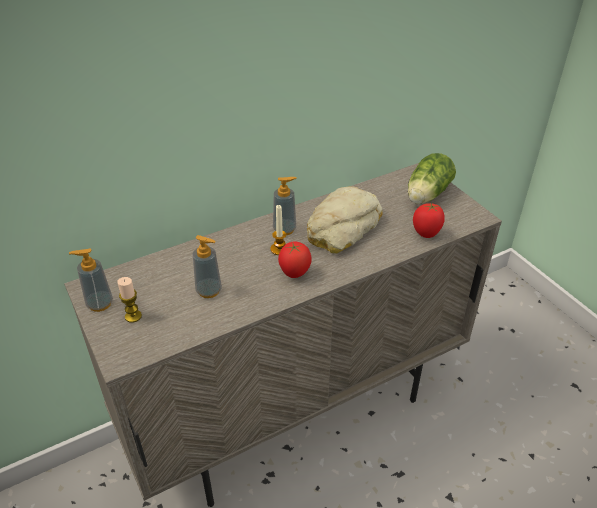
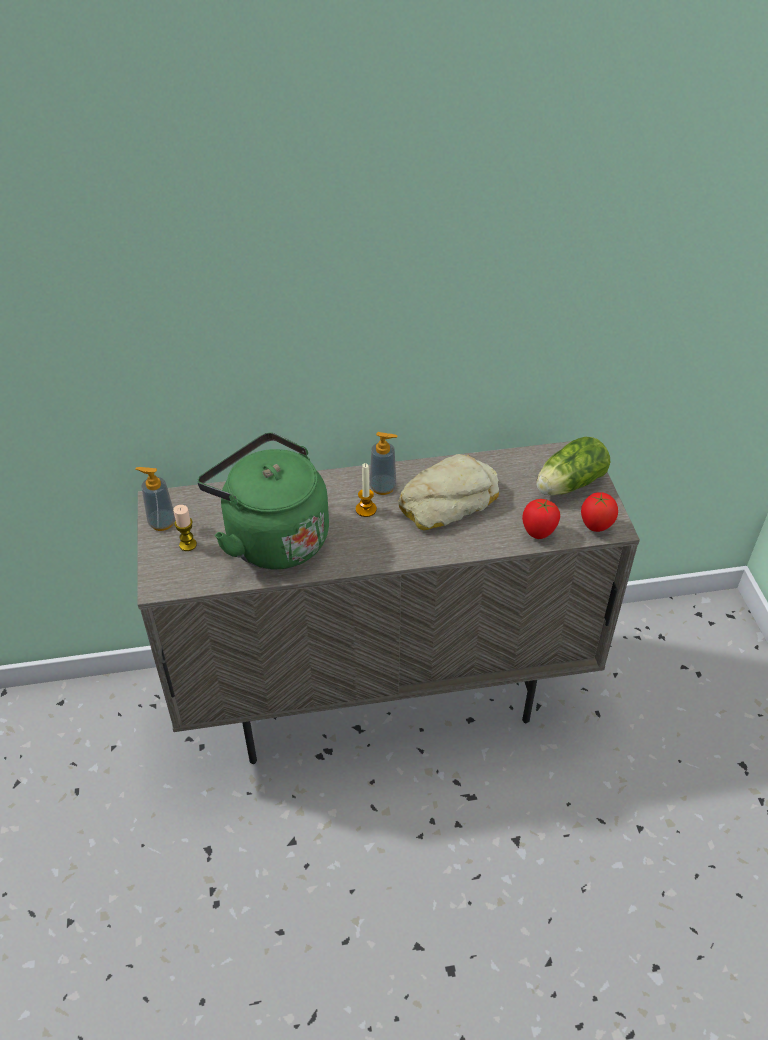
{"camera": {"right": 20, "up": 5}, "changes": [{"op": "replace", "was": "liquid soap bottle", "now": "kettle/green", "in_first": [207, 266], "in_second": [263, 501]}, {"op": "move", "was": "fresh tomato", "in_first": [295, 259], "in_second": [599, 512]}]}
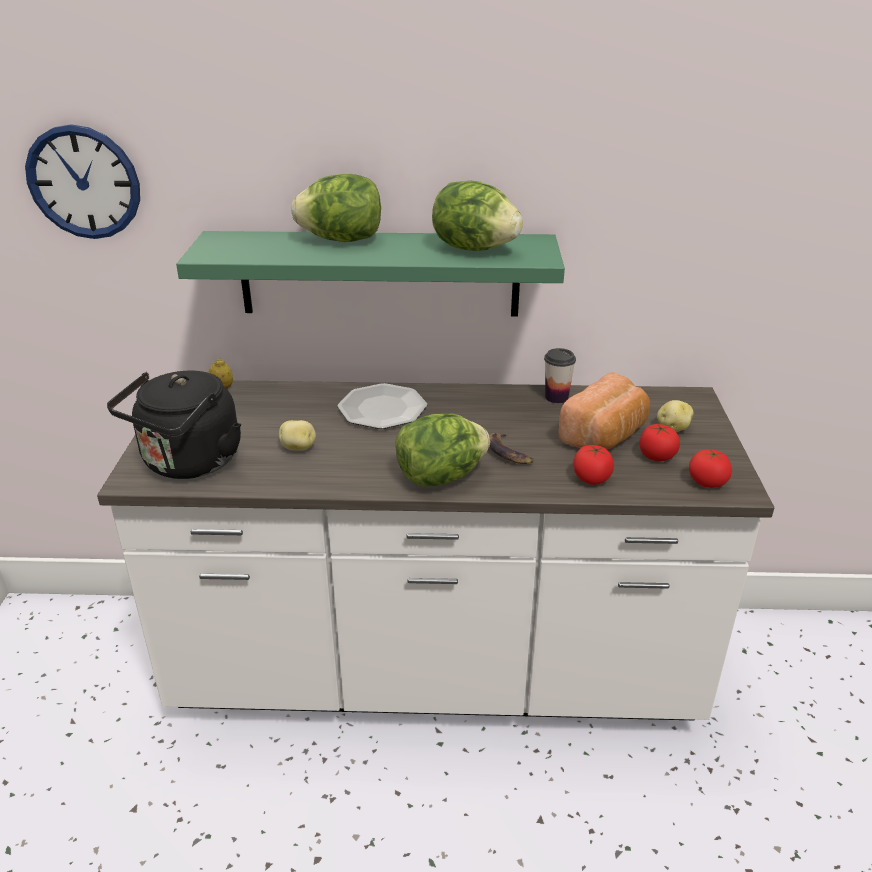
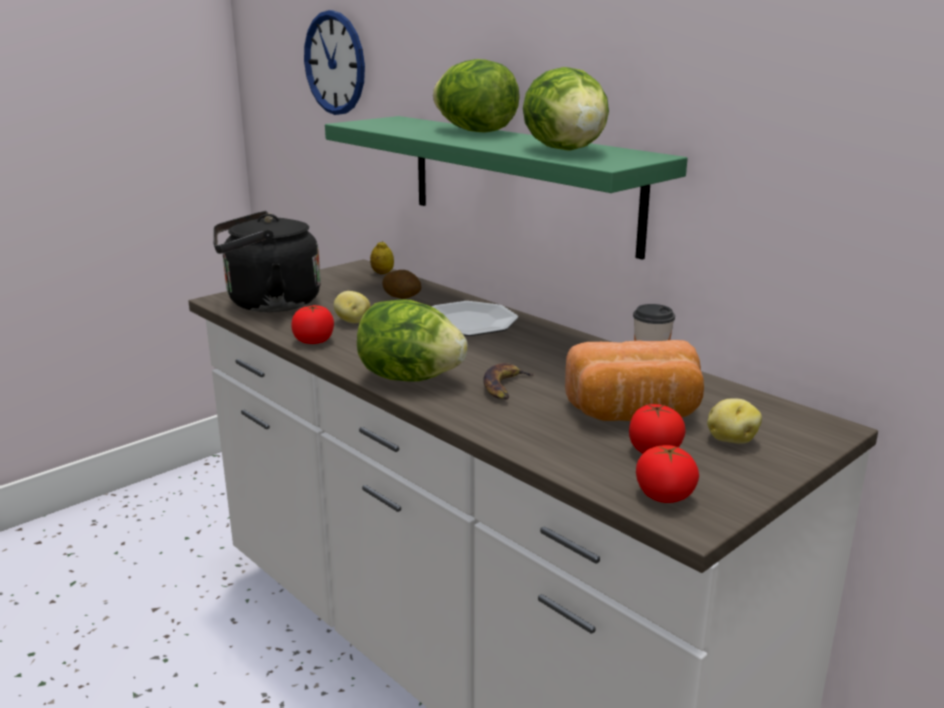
{"camera": {"right": 45, "up": -10}, "changes": [{"op": "move", "was": "fresh tomato", "in_first": [593, 465], "in_second": [312, 324]}, {"op": "insert", "now": "spud", "in_second": [401, 284]}]}
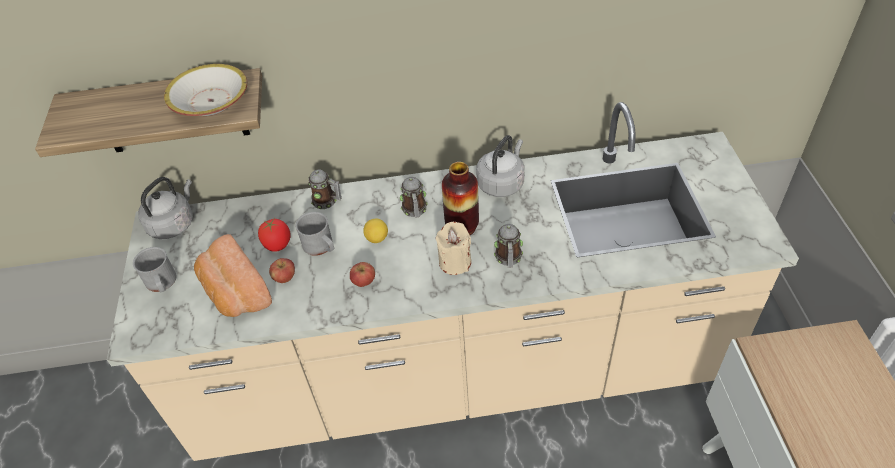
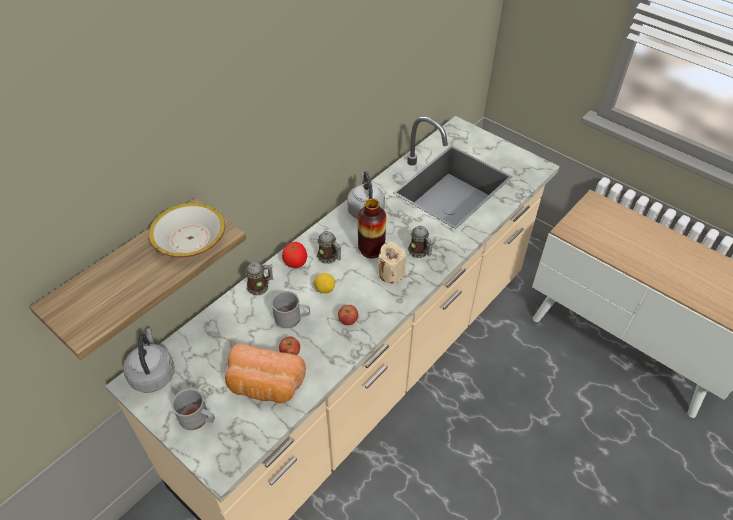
{"camera": {"right": -45, "up": 0}, "changes": [{"op": "move", "was": "fresh tomato", "in_first": [274, 235], "in_second": [294, 255]}]}
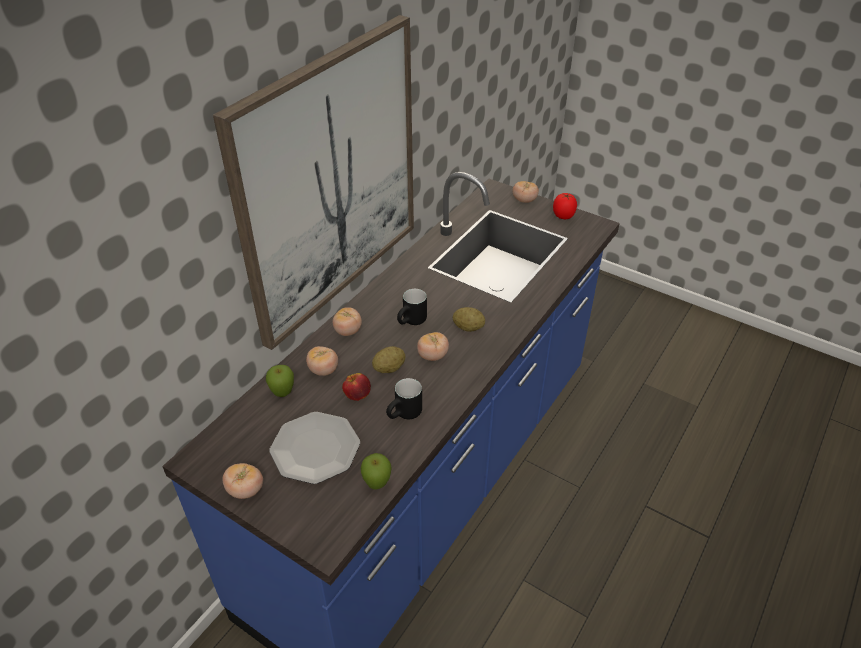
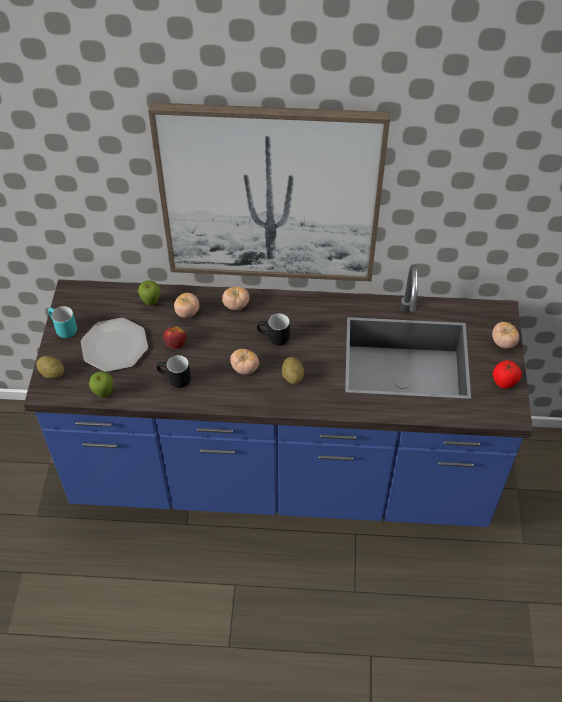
{"camera": {"right": 60, "up": 10}, "changes": [{"op": "move", "was": "spud", "in_first": [389, 359], "in_second": [50, 367]}, {"op": "replace", "was": "fresh tomato", "now": "coffee mug/turquoise-coloured", "in_first": [242, 481], "in_second": [62, 322]}]}
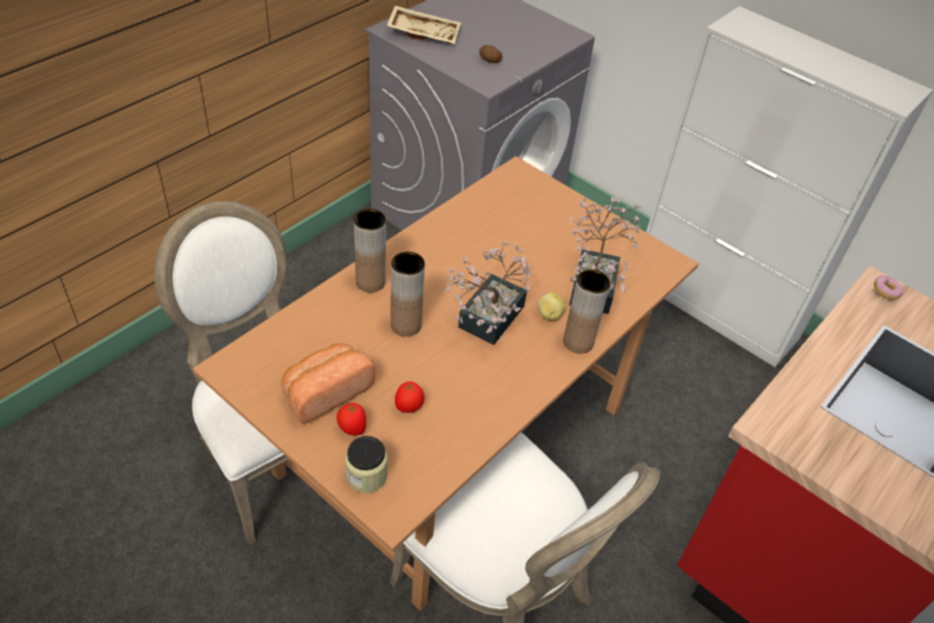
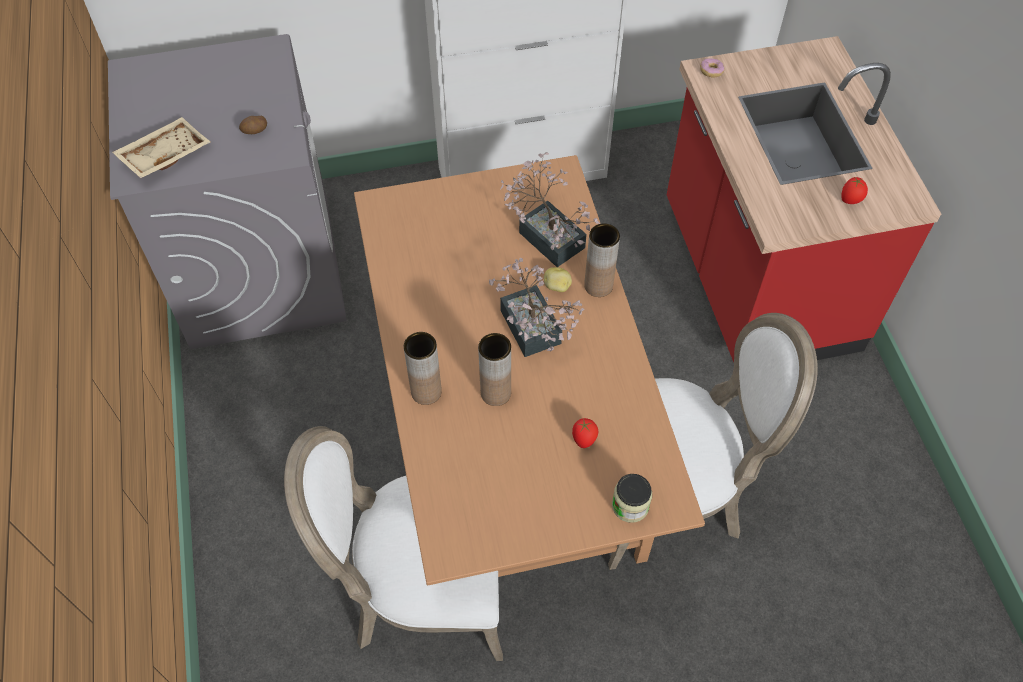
{"camera": {"right": -50, "up": 10}, "changes": [{"op": "move", "was": "fresh tomato", "in_first": [351, 419], "in_second": [854, 190]}, {"op": "delete", "was": "baked bread", "in_first": [328, 383]}]}
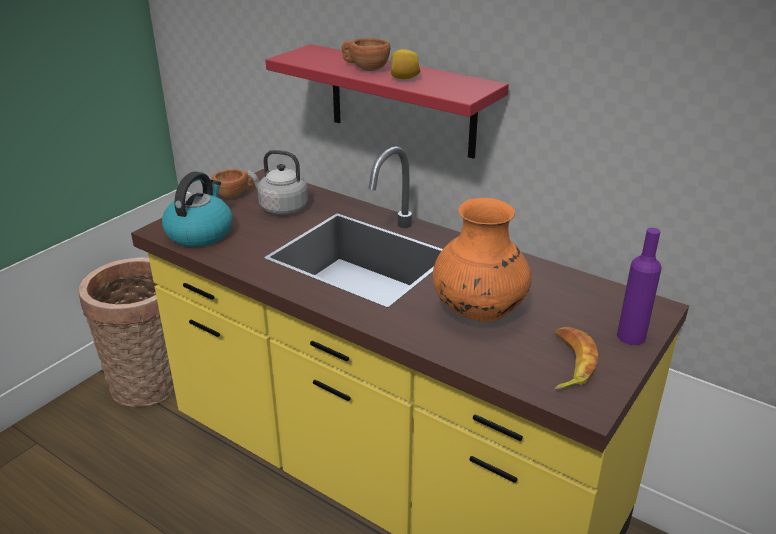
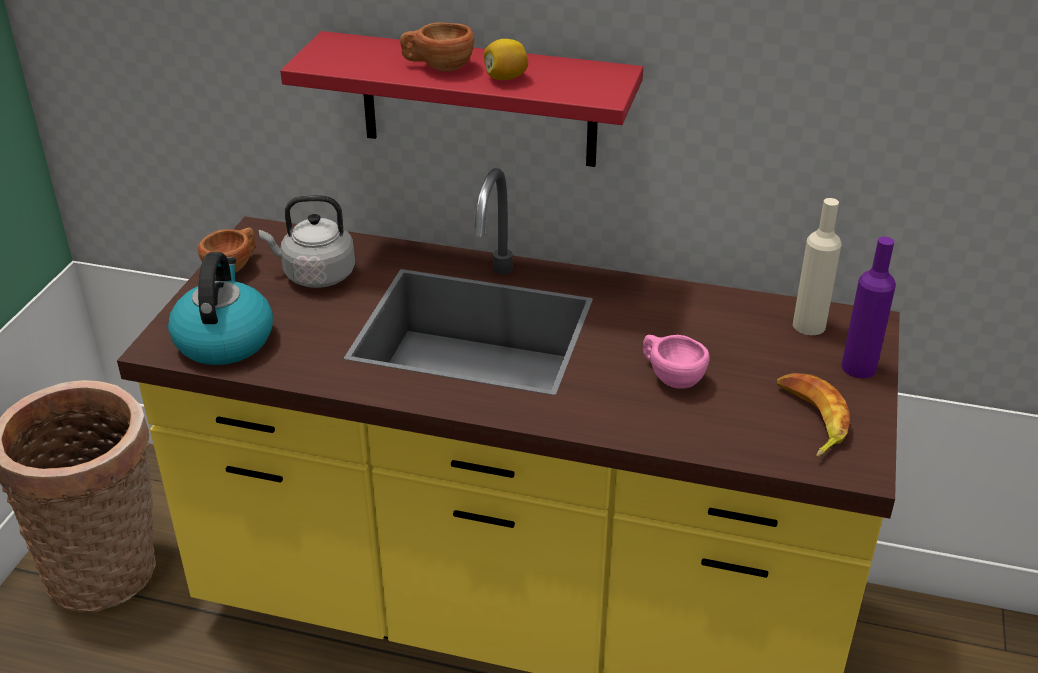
{"camera": {"right": -20, "up": 5}, "changes": [{"op": "replace", "was": "vase/orangey", "now": "cup/pinkish", "in_first": [482, 260], "in_second": [676, 362]}, {"op": "insert", "now": "beverage bottle/beige-coloured", "in_second": [817, 266]}]}
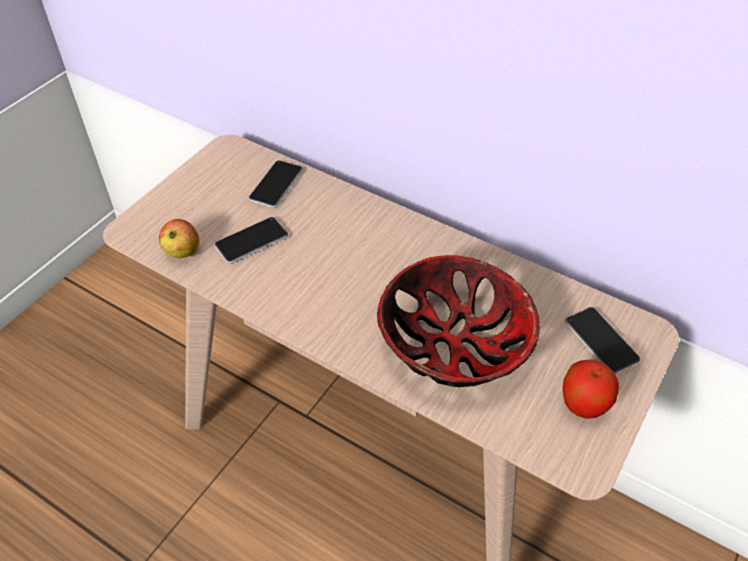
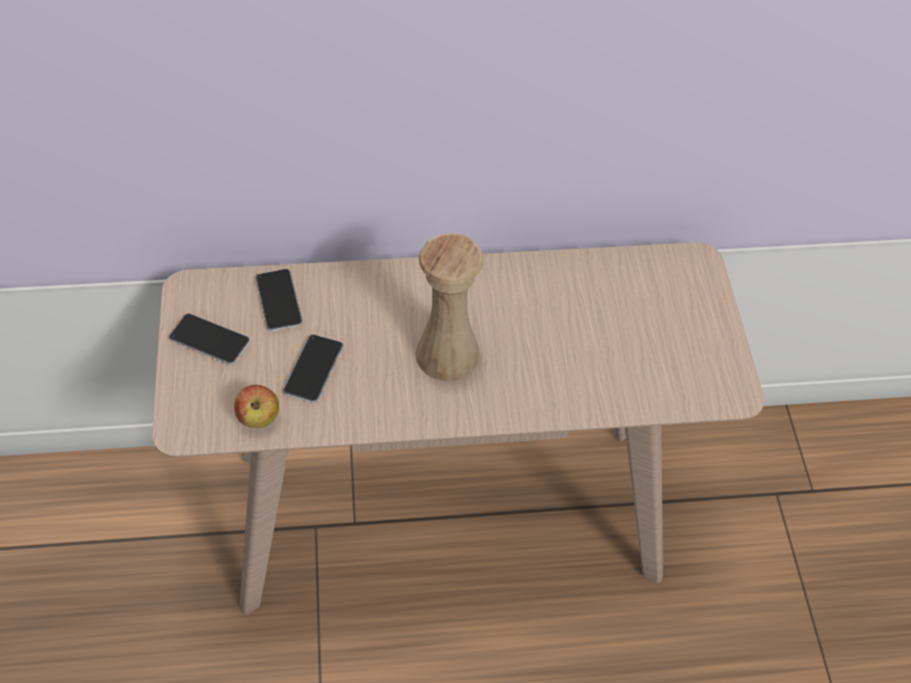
{"camera": {"right": -40, "up": 5}, "changes": [{"op": "move", "was": "phone", "in_first": [602, 340], "in_second": [209, 339]}, {"op": "insert", "now": "vase/beige-coloured", "in_second": [449, 307]}, {"op": "delete", "was": "bowl", "in_first": [458, 321]}, {"op": "delete", "was": "apple fruit", "in_first": [591, 389]}]}
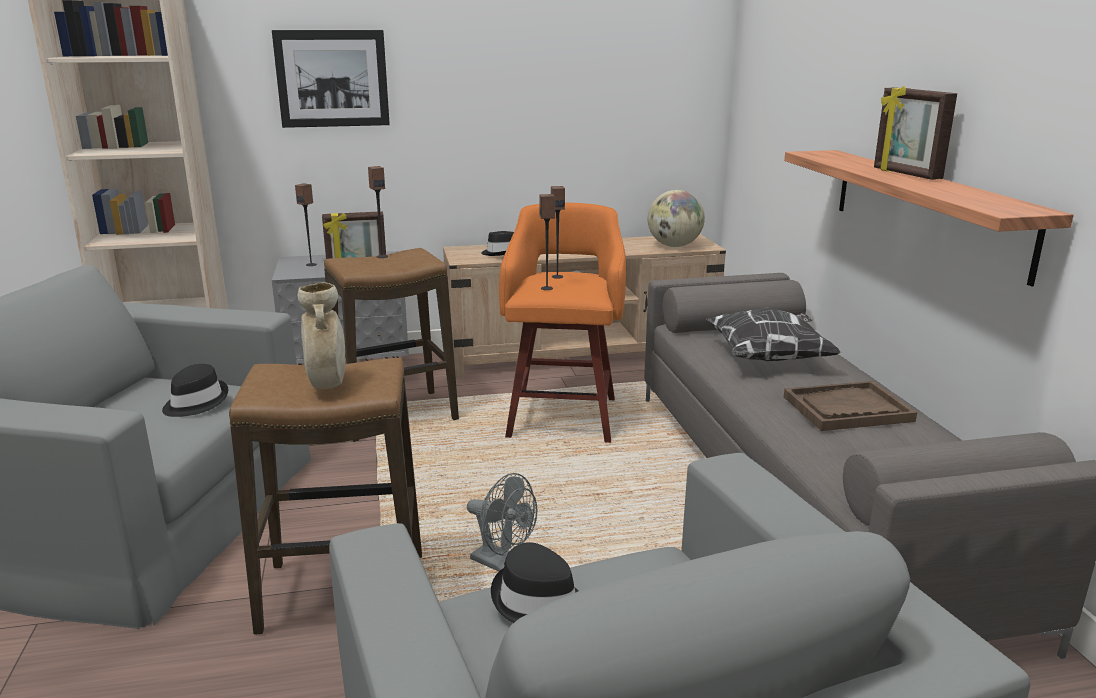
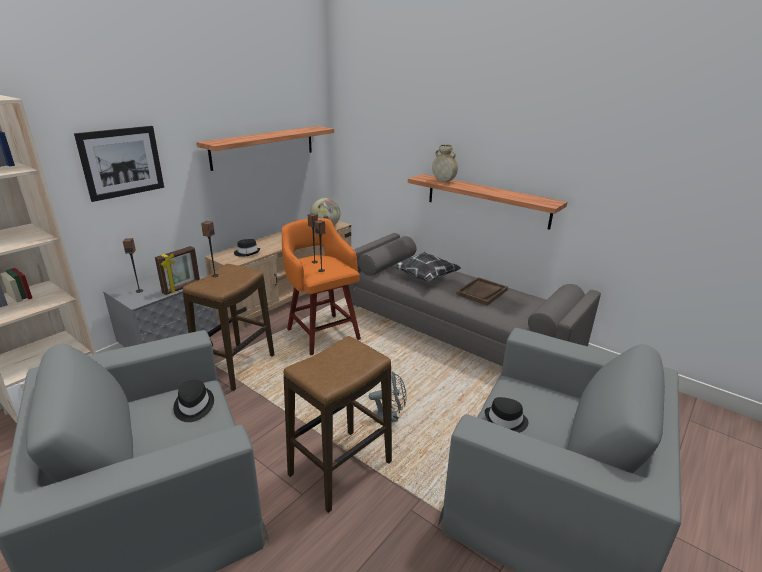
{"camera": {"right": -40, "up": 5}, "changes": [{"op": "insert", "now": "bracket shelf", "in_second": [265, 148]}, {"op": "move", "was": "vase/beige-coloured", "in_first": [321, 336], "in_second": [445, 163]}, {"op": "delete", "was": "picture frame", "in_first": [915, 133]}]}
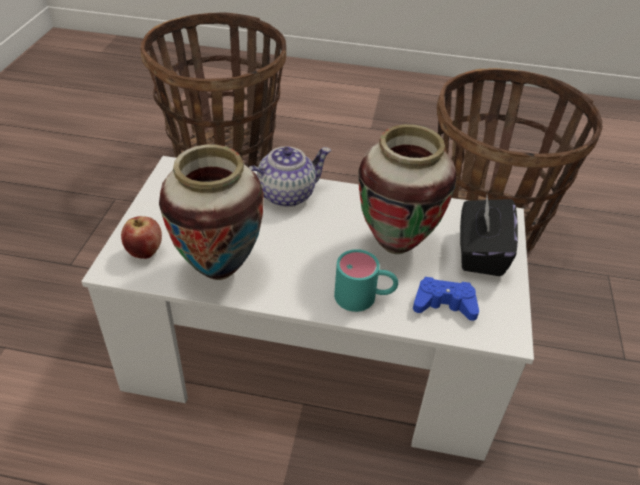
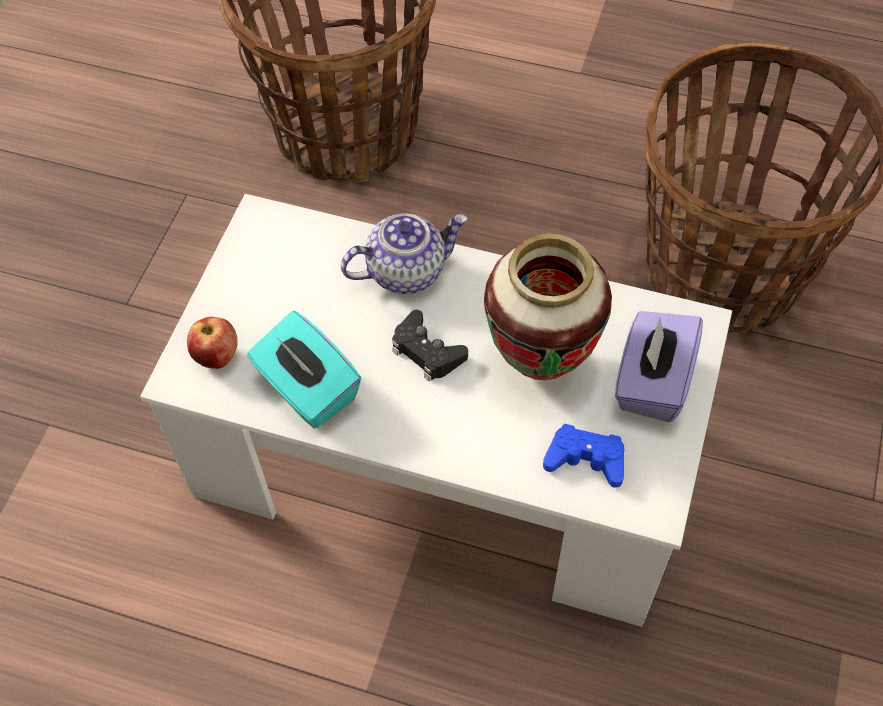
{"camera": {"right": 10, "up": 15}, "changes": [{"op": "replace", "was": "vase", "now": "tissue box/turquoise-coloured", "in_first": [211, 212], "in_second": [304, 370]}, {"op": "insert", "now": "joypad/black", "in_second": [430, 346]}, {"op": "recolor", "was": "tissue box/black", "now": "tissue box/purplish", "in_first": [489, 235], "in_second": [659, 366]}, {"op": "delete", "was": "coffee mug/turquoise-coloured", "in_first": [366, 280]}]}
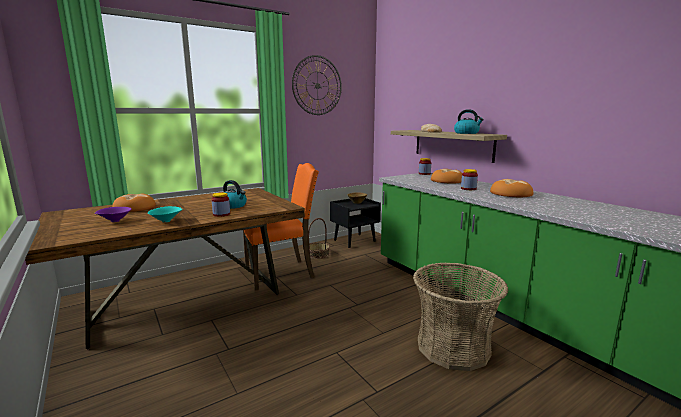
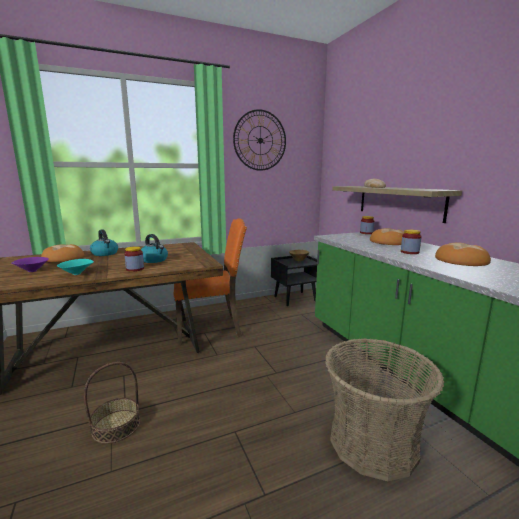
{"camera": {"right": 10, "up": 0}, "changes": [{"op": "move", "was": "household basket", "in_first": [319, 238], "in_second": [112, 403]}, {"op": "move", "was": "kettle", "in_first": [469, 121], "in_second": [104, 242]}]}
